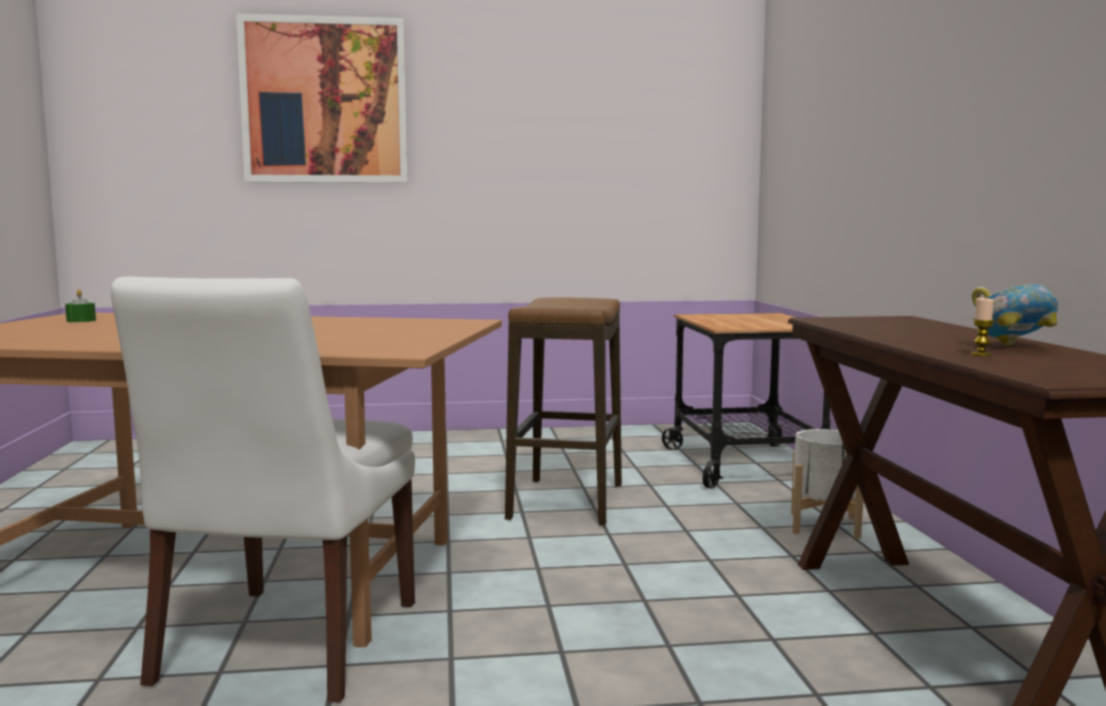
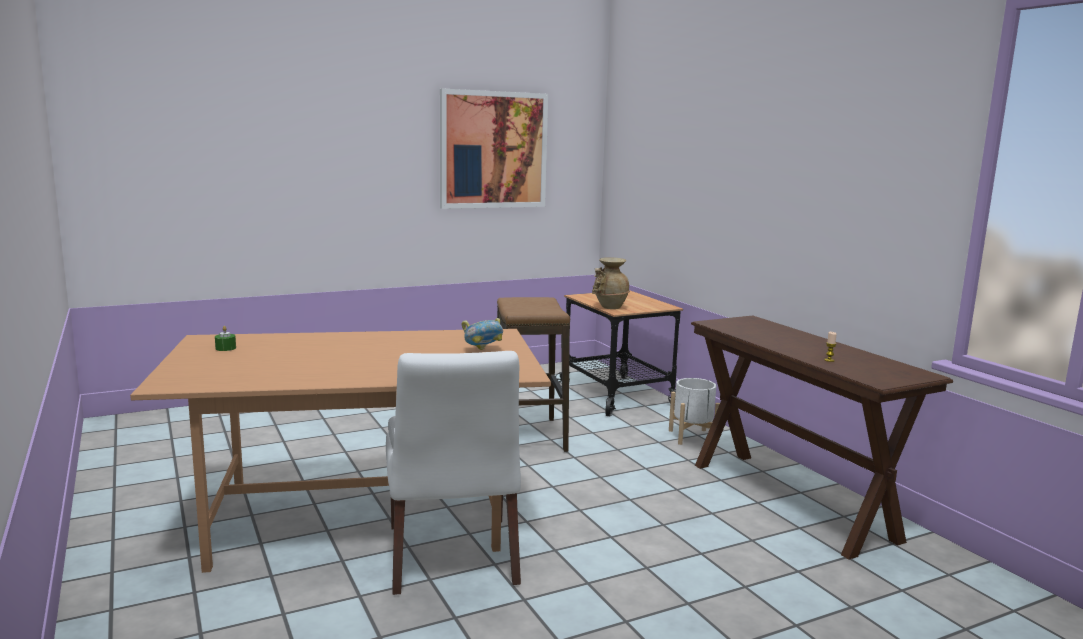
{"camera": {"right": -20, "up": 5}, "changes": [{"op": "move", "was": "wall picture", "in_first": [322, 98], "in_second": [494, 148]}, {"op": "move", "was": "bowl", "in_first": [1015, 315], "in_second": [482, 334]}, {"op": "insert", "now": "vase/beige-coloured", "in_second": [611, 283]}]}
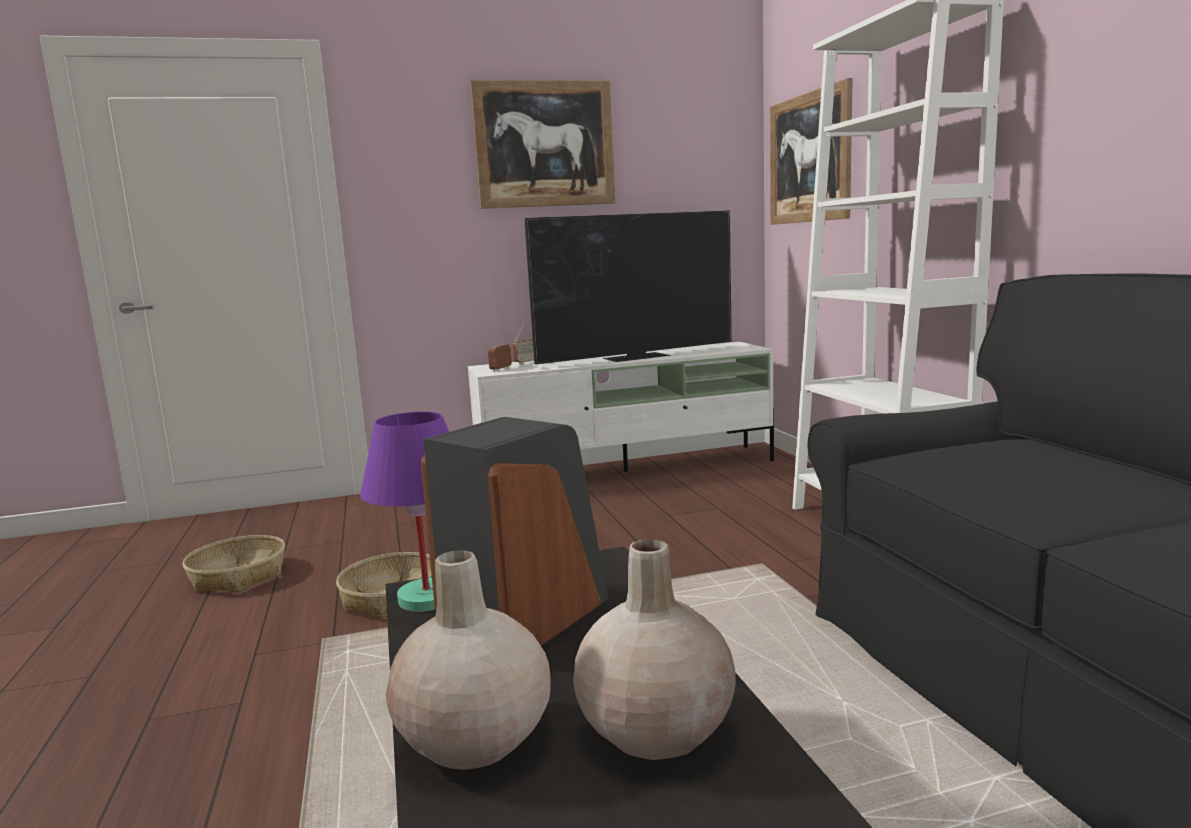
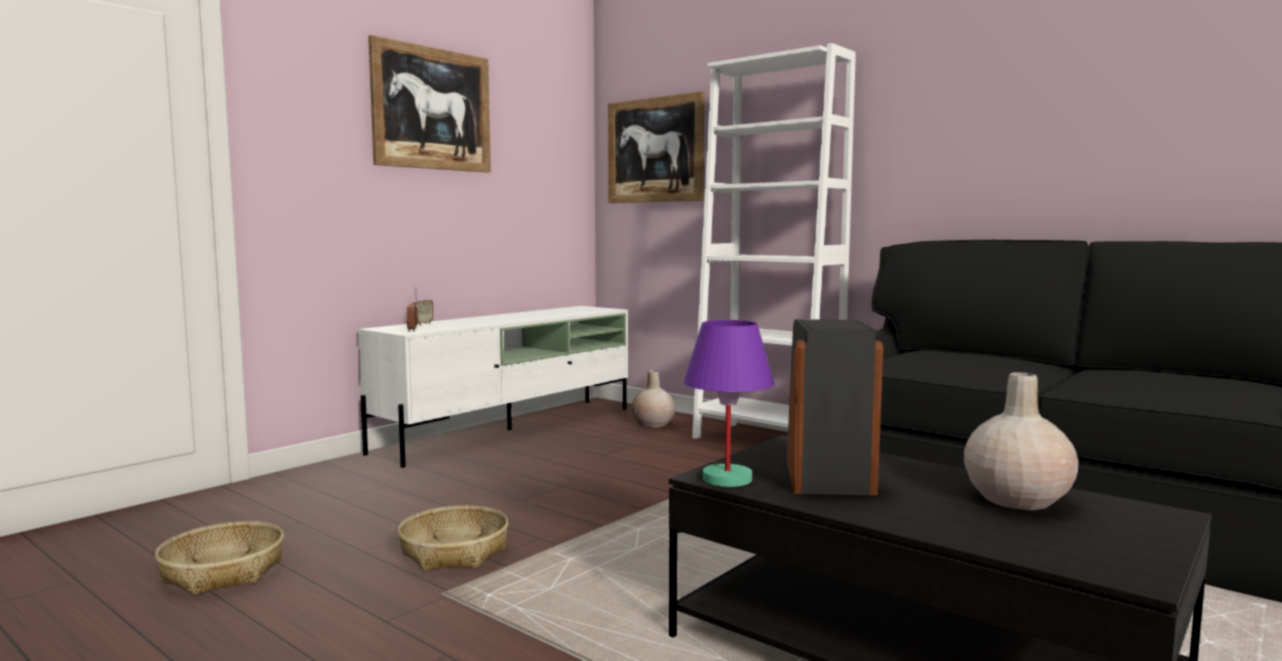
{"camera": {"right": -35, "up": -5}, "changes": [{"op": "move", "was": "vase/beige-coloured", "in_first": [468, 660], "in_second": [653, 399]}, {"op": "delete", "was": "television", "in_first": [628, 287]}]}
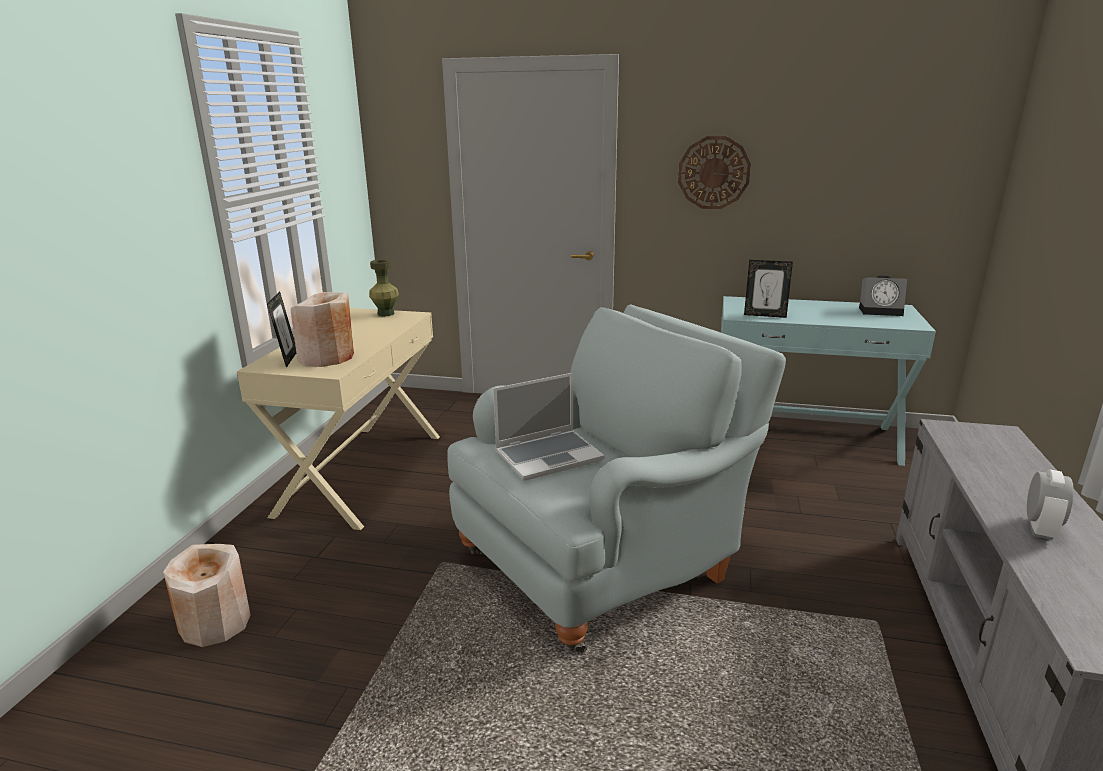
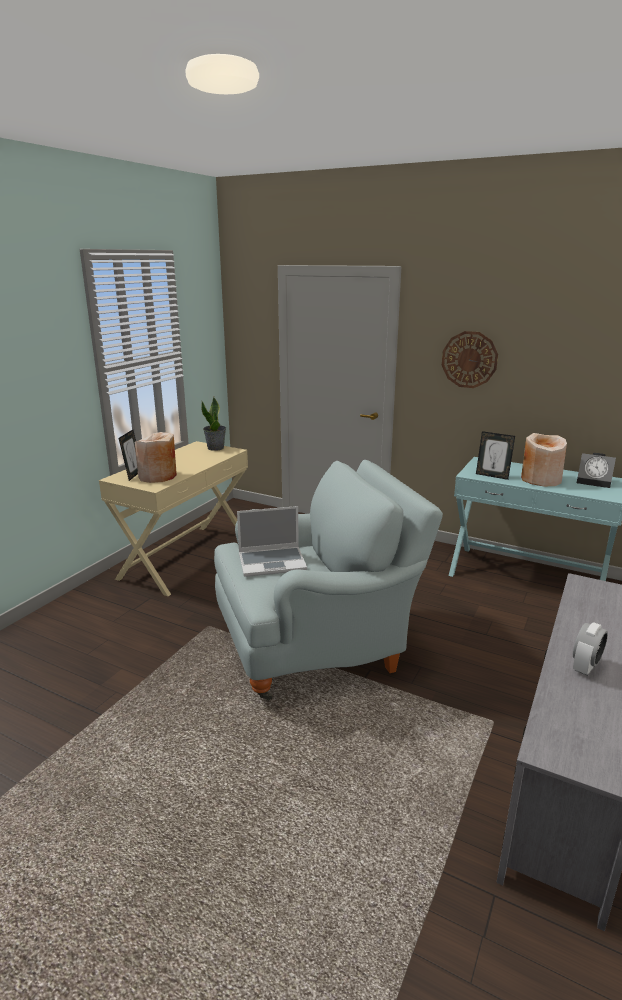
{"camera": {"right": 15, "up": 0}, "changes": [{"op": "replace", "was": "vase/green", "now": "potted plant", "in_first": [384, 287], "in_second": [213, 424]}, {"op": "move", "was": "vase/beige-coloured", "in_first": [207, 595], "in_second": [544, 459]}]}
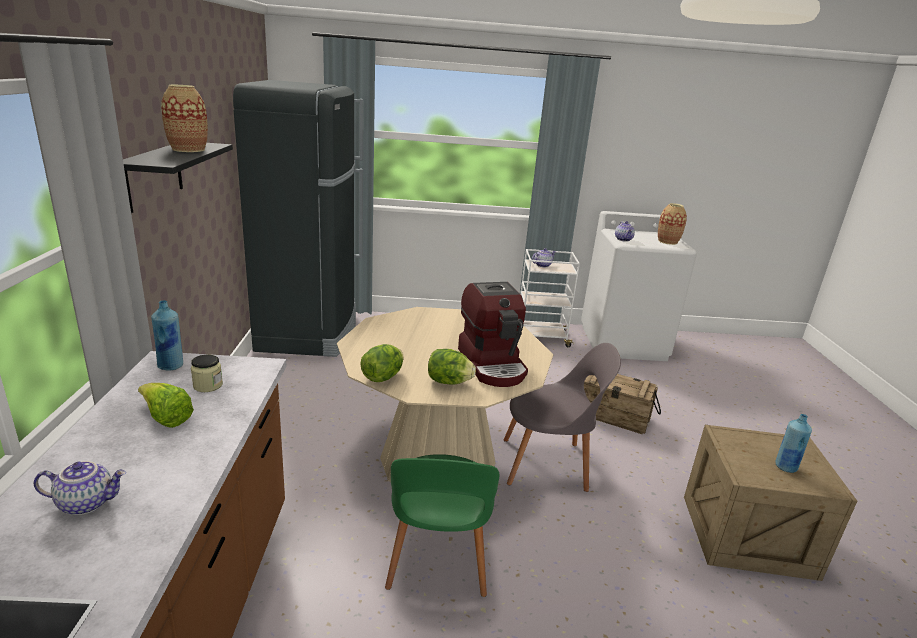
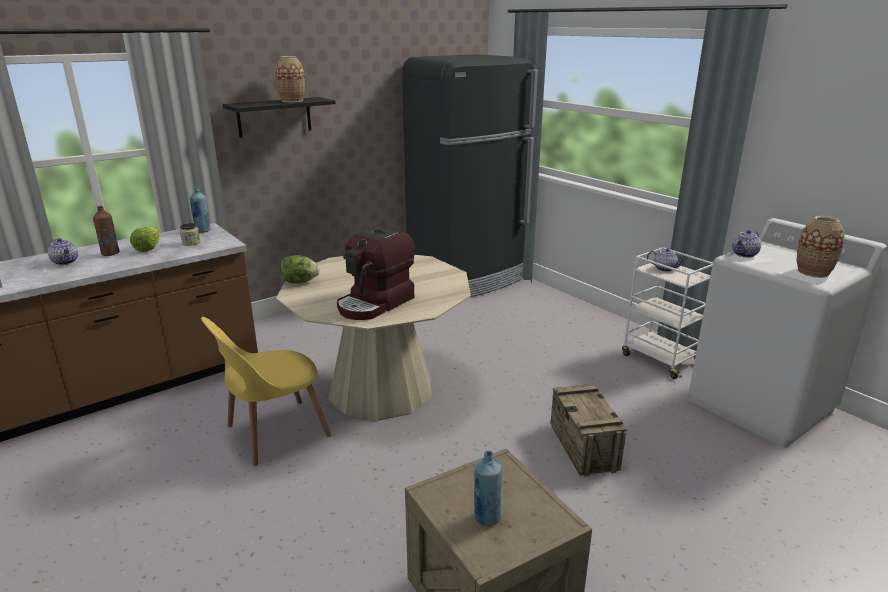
{"camera": {"right": 55, "up": 0}, "changes": [{"op": "insert", "now": "beverage bottle/brown-coloured", "in_second": [106, 231]}, {"op": "recolor", "was": "upright chair/green", "now": "upright chair/yellow", "in_first": [442, 525], "in_second": [266, 391]}, {"op": "delete", "was": "head of lettuce", "in_first": [452, 367]}, {"op": "delete", "was": "upright chair/gray", "in_first": [562, 417]}]}
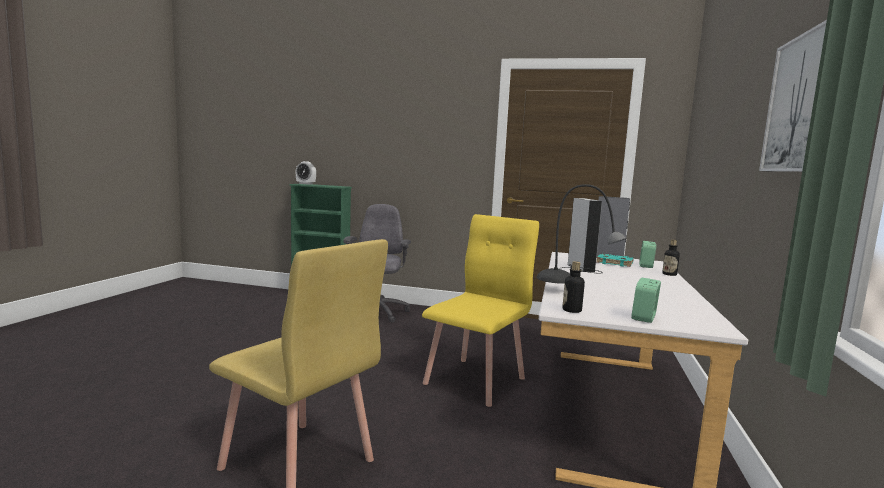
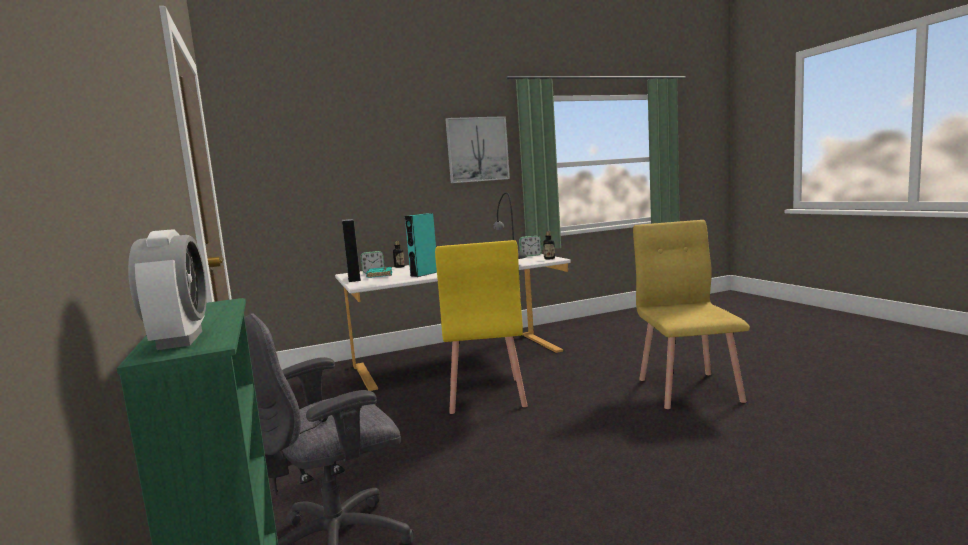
{"camera": {"right": -125, "up": 0}, "changes": [{"op": "recolor", "was": "audio speaker/gray", "now": "audio speaker/turquoise-coloured", "in_first": [585, 235], "in_second": [421, 245]}, {"op": "rotate", "was": "upright chair/yellow", "in_first": [480, 310], "in_second": [481, 327], "clockwise": -90}]}
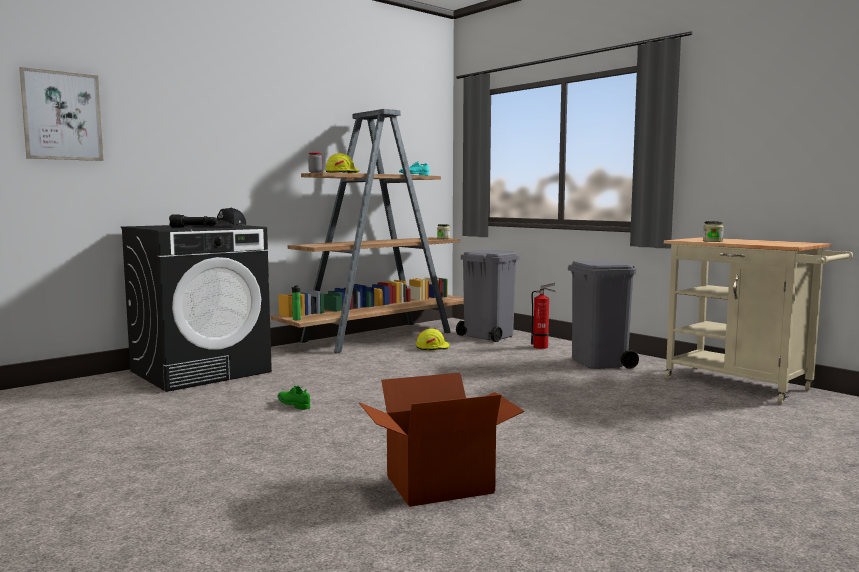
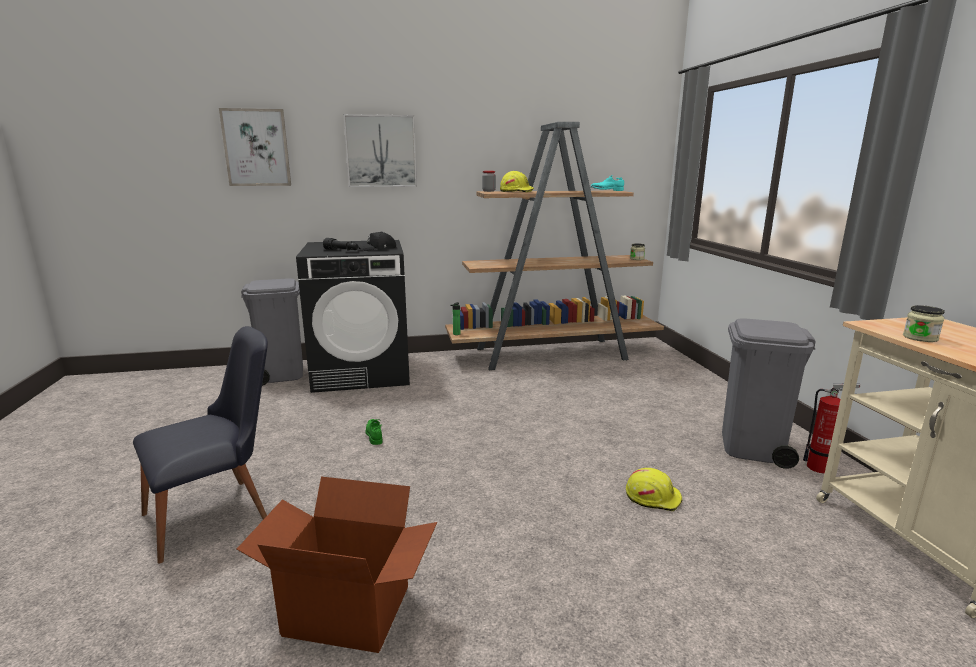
{"camera": {"right": 30, "up": 10}, "changes": [{"op": "insert", "now": "upright chair/black", "in_second": [200, 445]}, {"op": "move", "was": "rubbish bin/gray", "in_first": [488, 296], "in_second": [272, 332]}, {"op": "insert", "now": "wall picture", "in_second": [380, 150]}, {"op": "move", "was": "hard hat/yellow", "in_first": [433, 339], "in_second": [654, 489]}, {"op": "move", "was": "extinguisher", "in_first": [543, 316], "in_second": [831, 429]}]}
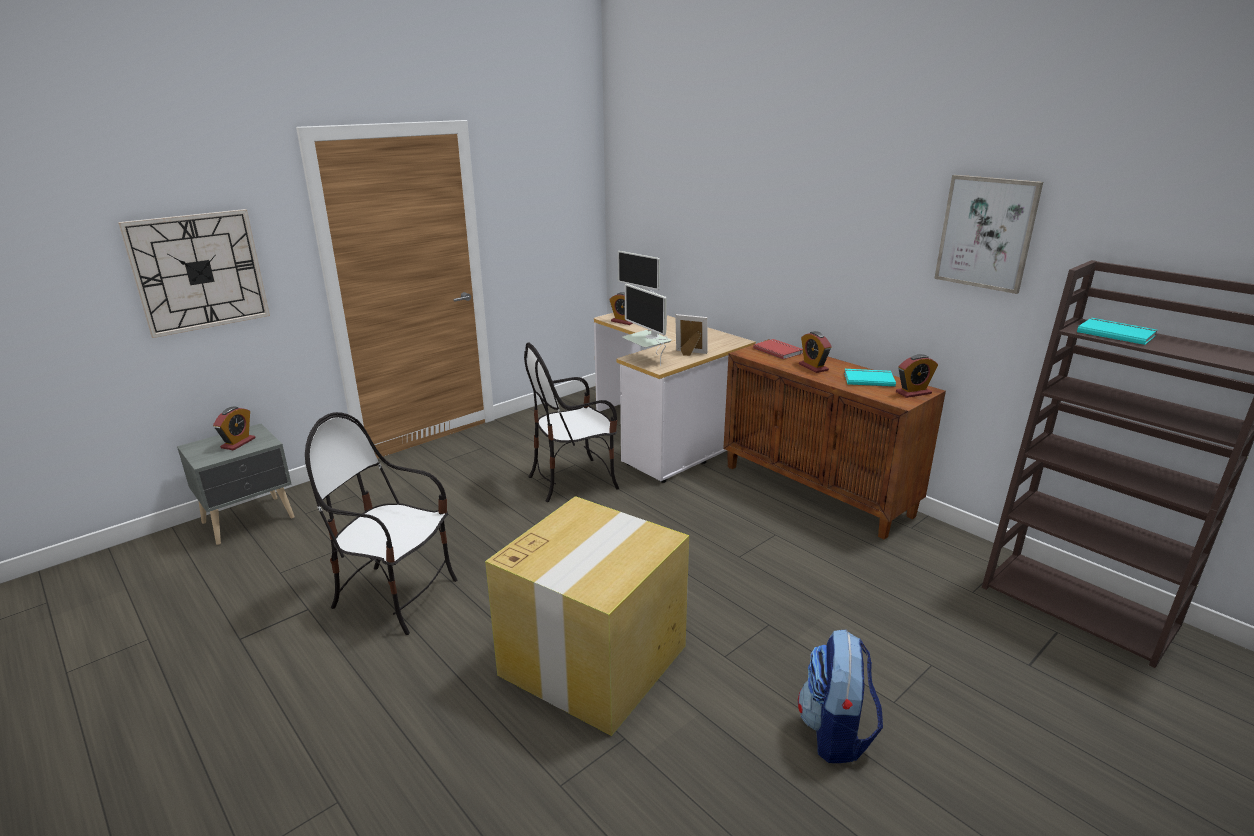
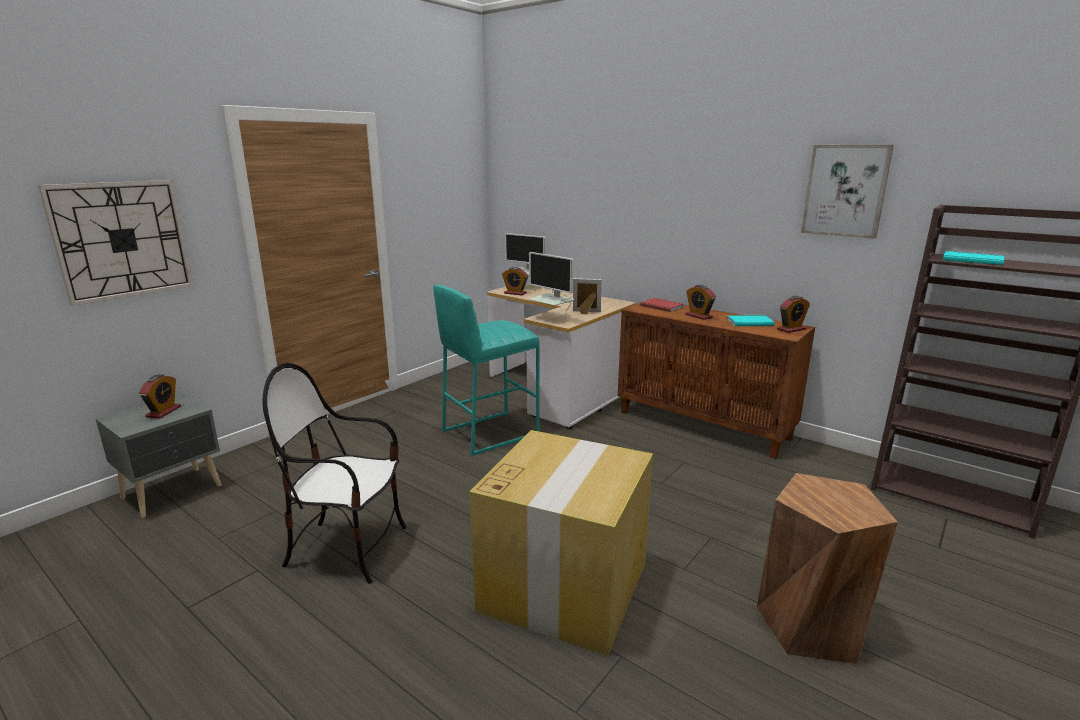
{"camera": {"right": -10, "up": -5}, "changes": [{"op": "replace", "was": "upright chair", "now": "sitting stool/turquoise-coloured", "in_first": [571, 422], "in_second": [486, 370]}, {"op": "replace", "was": "rucksack", "now": "sitting stool/brown-coloured", "in_first": [840, 696], "in_second": [827, 568]}]}
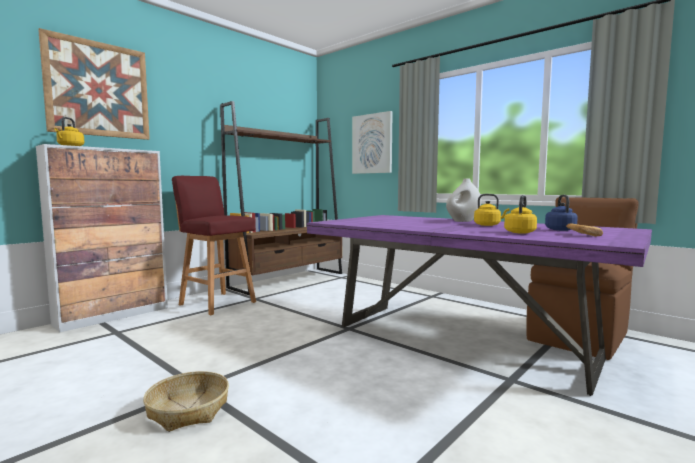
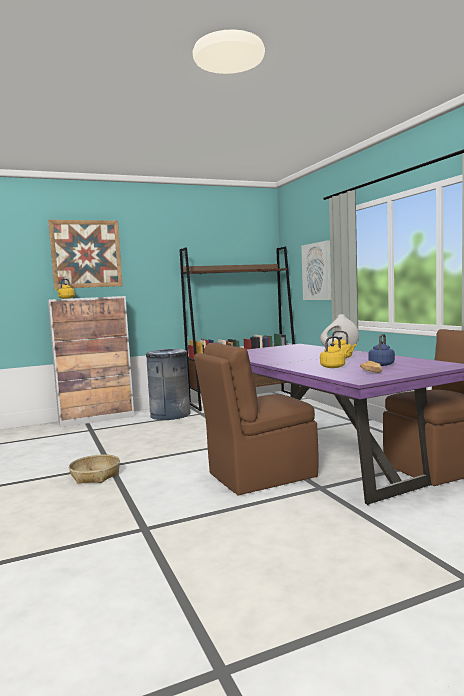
{"camera": {"right": 25, "up": 0}, "changes": [{"op": "replace", "was": "sitting stool/red", "now": "rubbish bin/gray", "in_first": [214, 245], "in_second": [168, 384]}, {"op": "insert", "now": "upright chair/brown-coloured", "in_second": [256, 419]}]}
